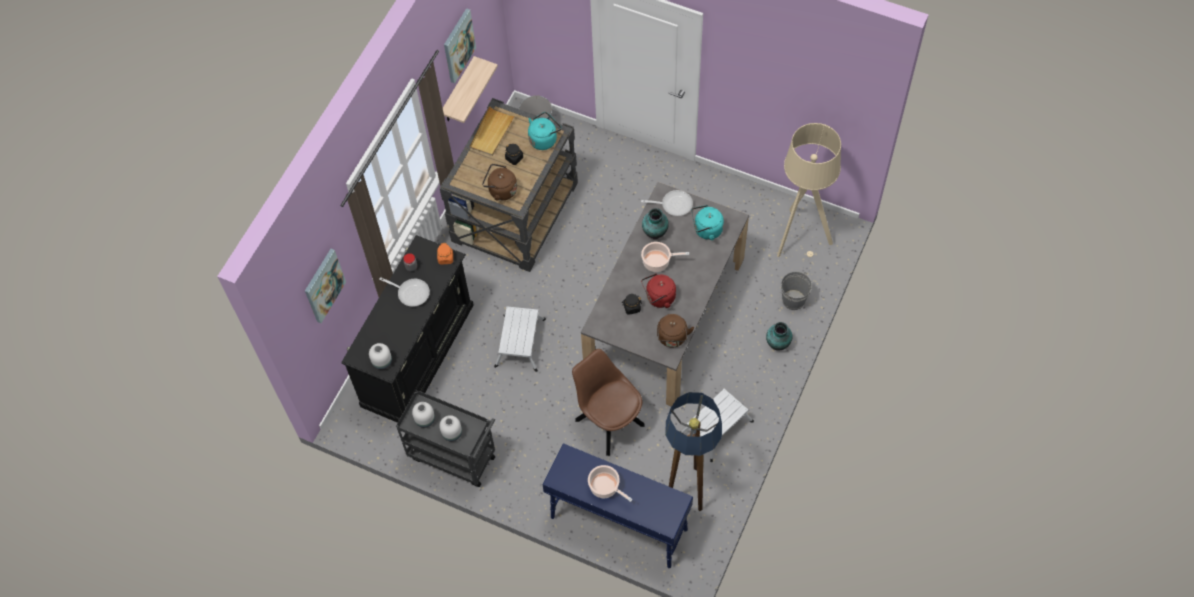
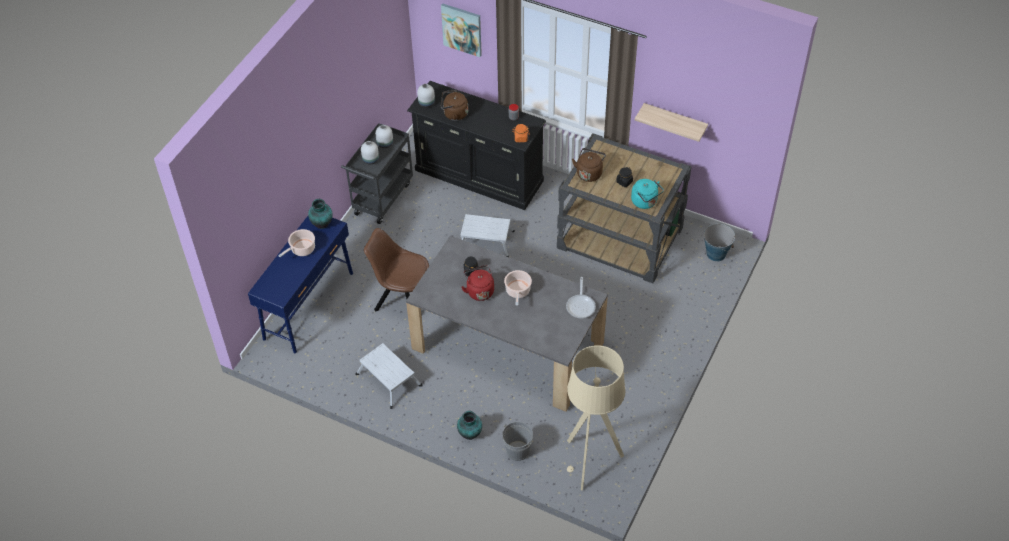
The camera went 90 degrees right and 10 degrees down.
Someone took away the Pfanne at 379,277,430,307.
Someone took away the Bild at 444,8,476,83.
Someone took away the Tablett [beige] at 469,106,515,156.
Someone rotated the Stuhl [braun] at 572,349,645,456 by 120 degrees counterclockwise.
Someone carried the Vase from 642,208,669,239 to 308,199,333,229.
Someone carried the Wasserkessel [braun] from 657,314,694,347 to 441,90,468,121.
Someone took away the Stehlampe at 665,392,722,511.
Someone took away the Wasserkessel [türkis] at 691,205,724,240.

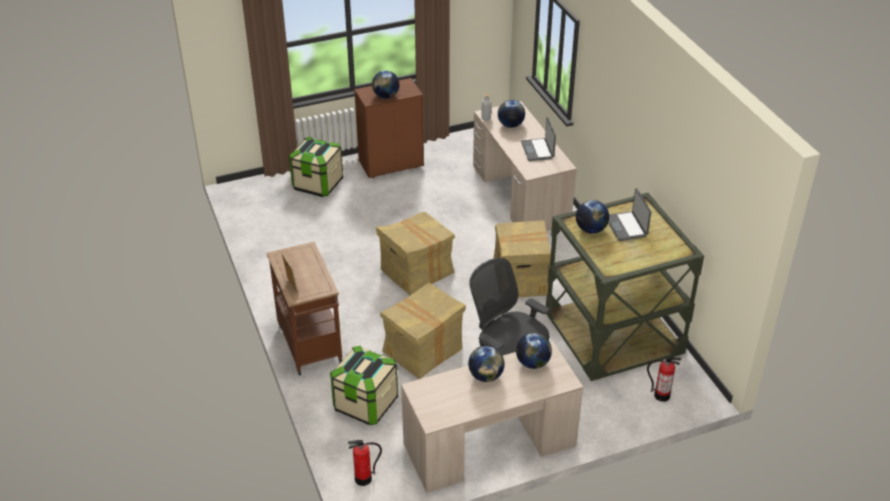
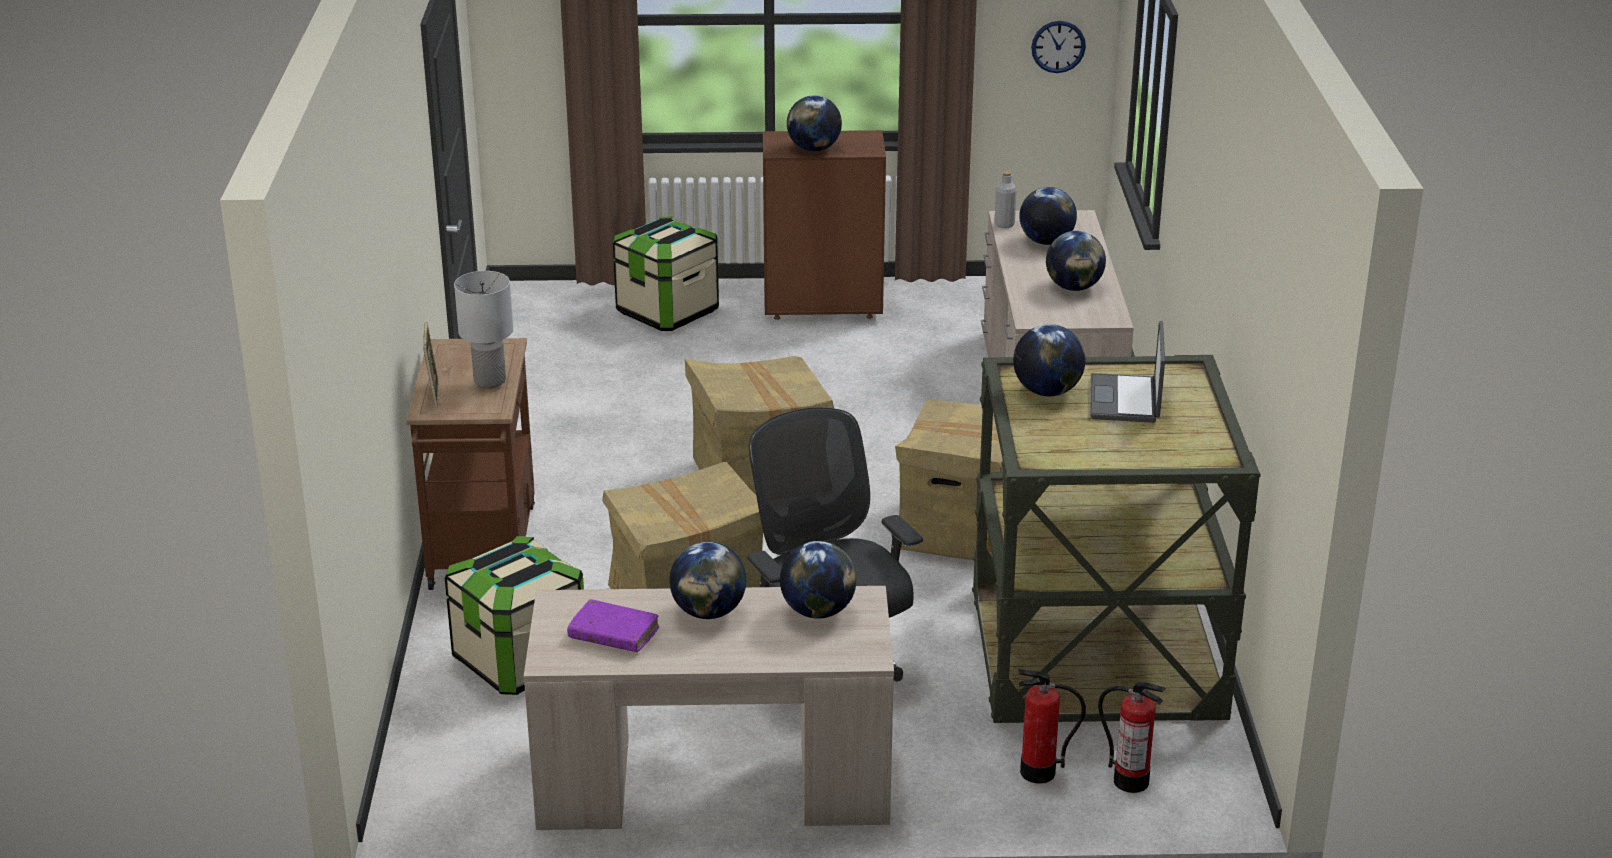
The camera went 20 degrees right and 10 degrees down.
Someone carried the Feuerlöscher from 348,440,382,486 to 1018,669,1086,784.
Someone swapped the Laptop at 521,117,556,161 for the Globus at 1046,231,1106,291.
Someone put down the Tischlampe [grau] at 454,271,513,389.
Someone put down the Buch [lila] at 567,599,659,652.
Someone put up the Wanduhr at 1031,21,1086,73.

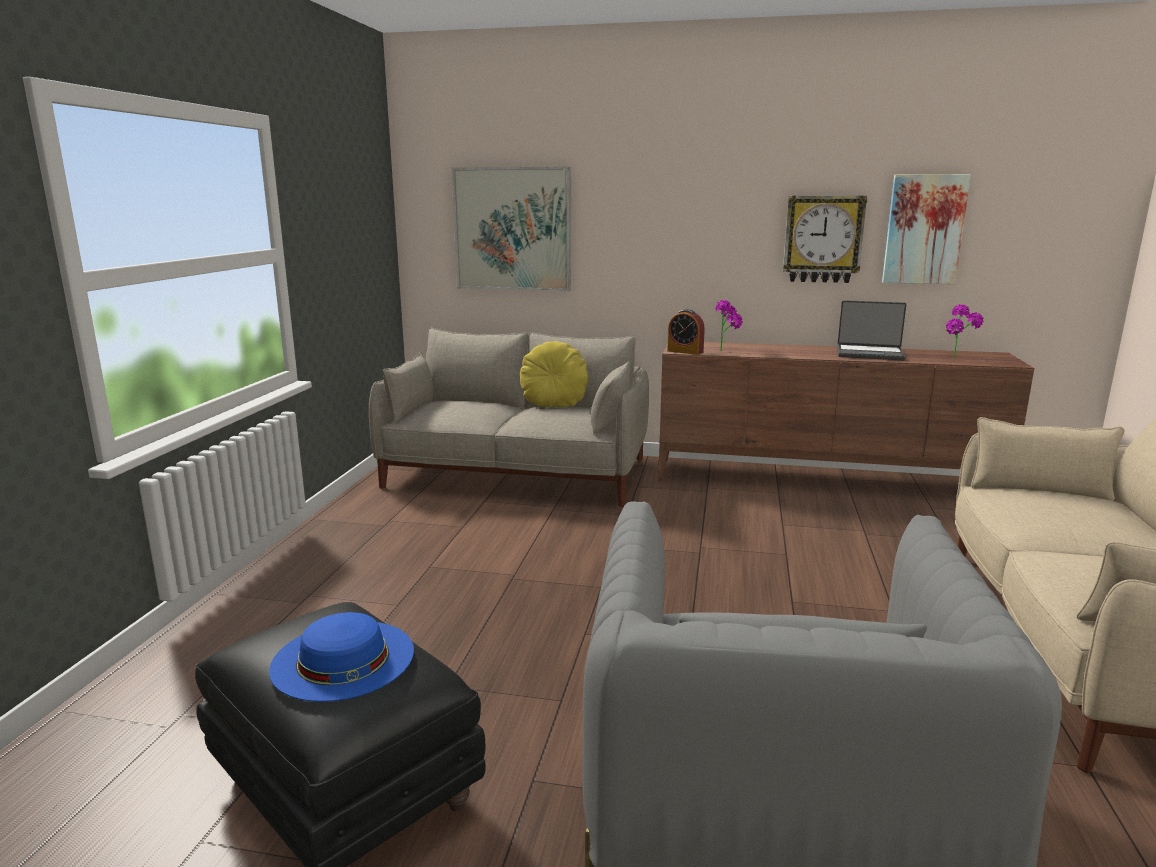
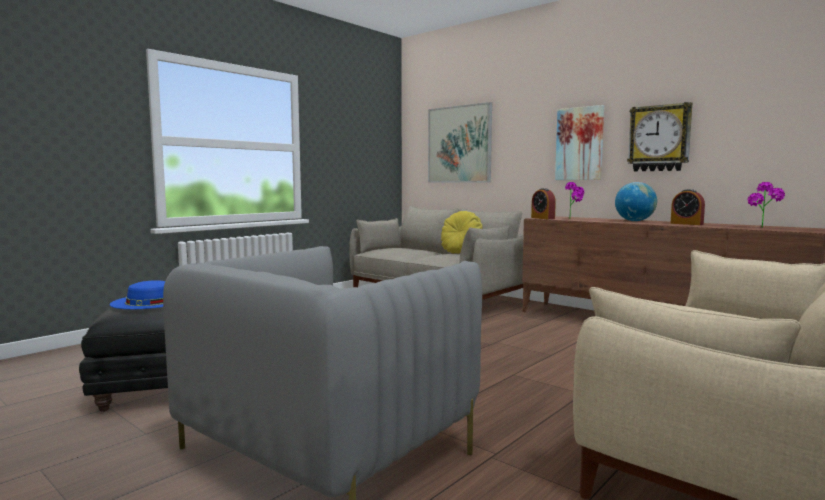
The camera went 30 degrees right and 10 degrees down.
Someone swapped the Laptop at 837,300,906,360 for the Wecker at 670,189,705,225.
Someone carried the Bild from 882,174,971,284 to 555,105,604,180.
Someone put down the Globus at 615,182,657,221.

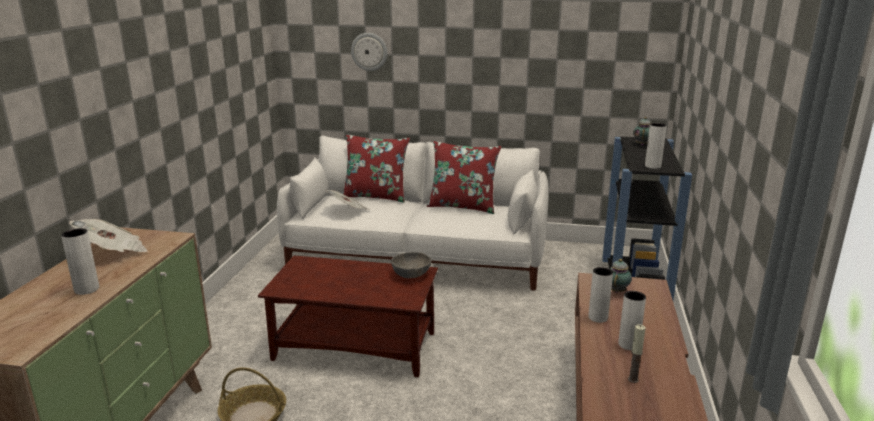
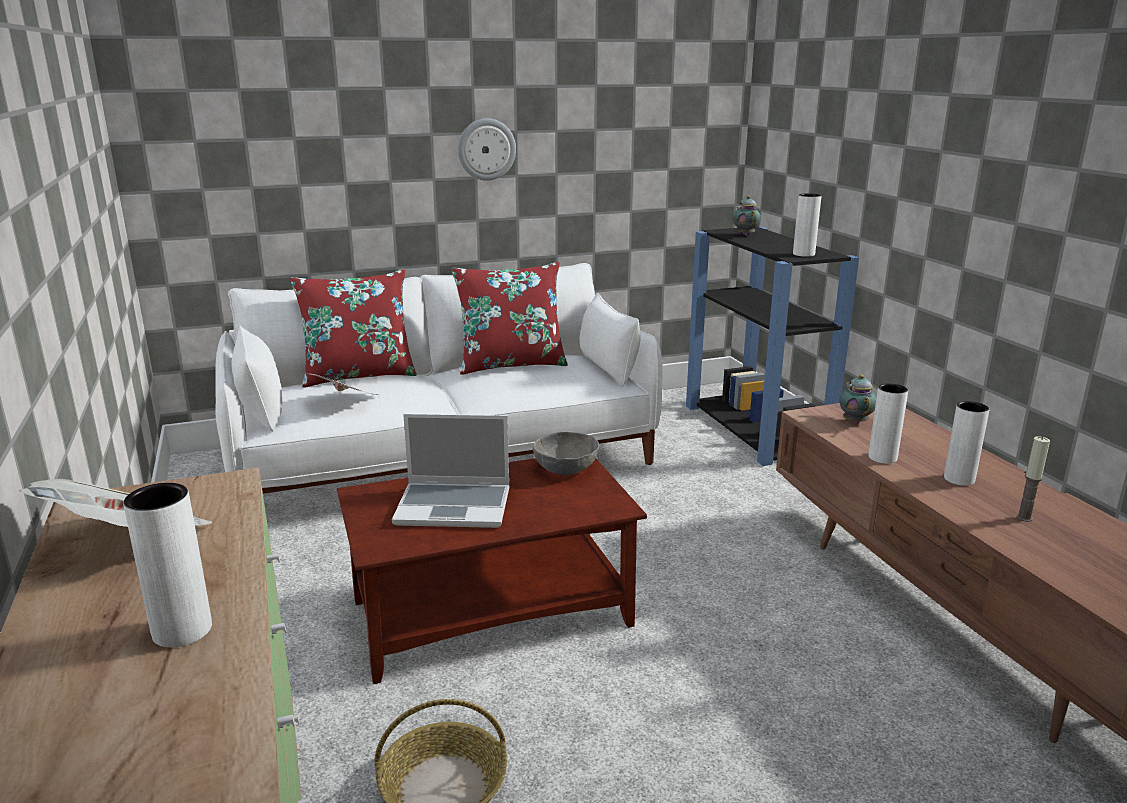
The camera went 30 degrees left and 0 degrees up.
Someone carried the Wanduhr from 351,33,388,71 to 458,118,516,181.
Someone put down the Laptop at 392,414,510,528.

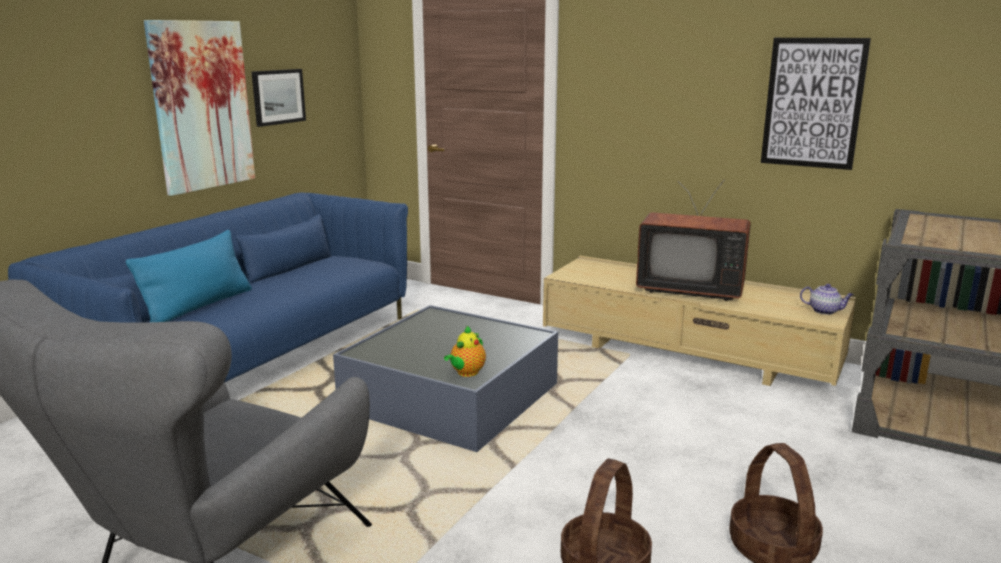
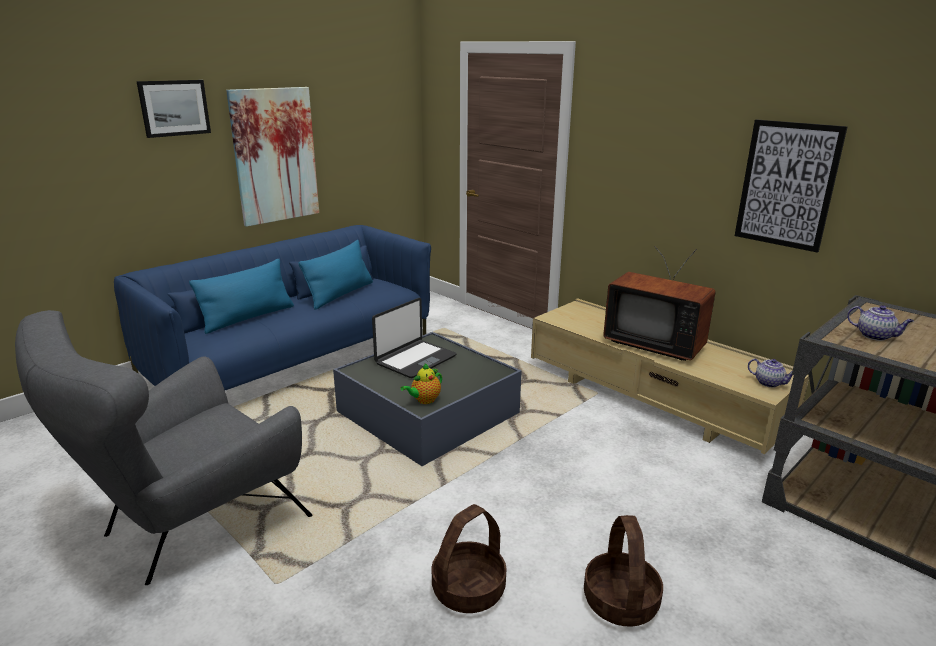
The camera went 15 degrees right and 5 degrees up.
Someone carried the Bild from 252,69,306,127 to 137,80,211,138.
Someone put down the Kissen [blau] at 298,240,373,310.
Someone put down the Laptop at 372,298,457,378.
Someone put down the Teekanne at 847,305,914,341.

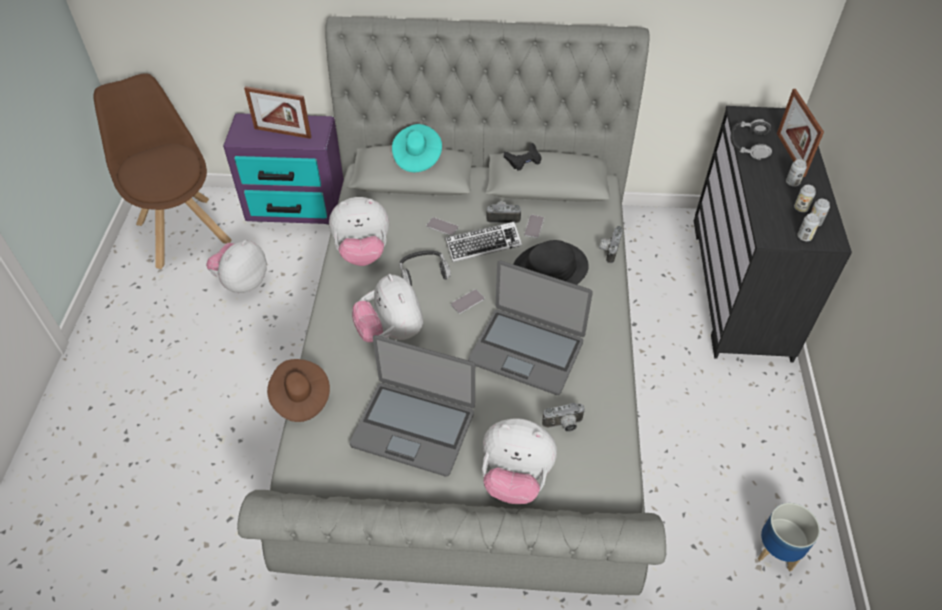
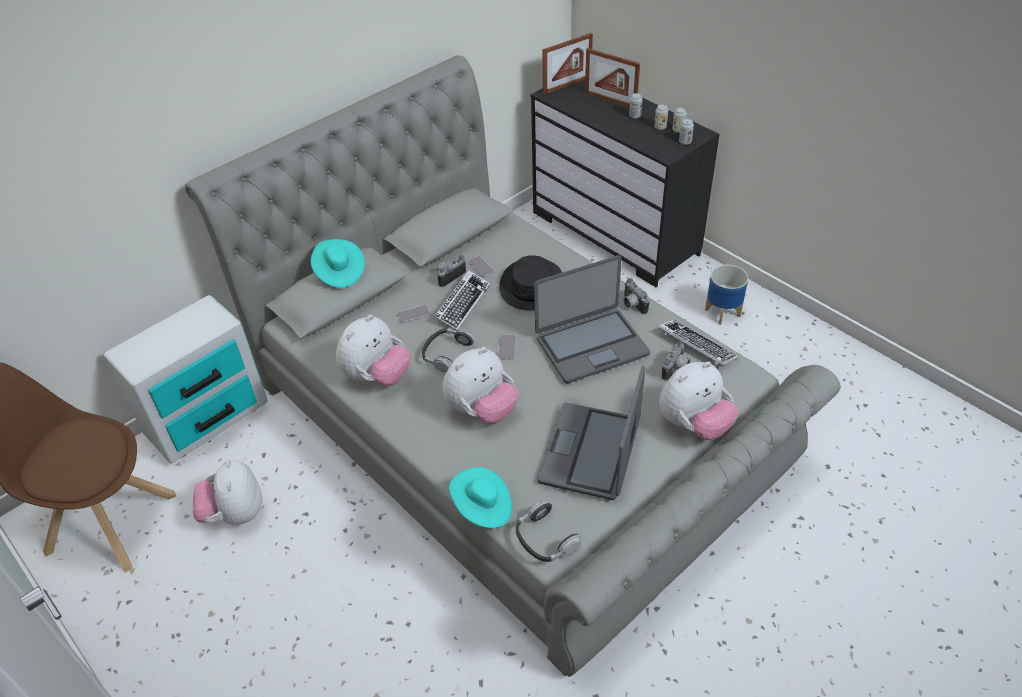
The camera went 45 degrees left and 5 degrees down.
Someone repainted the Nachttisch [lila] at 223,113,344,225, which became the Nachttisch [weiß] at 103,295,268,463.
Someone carried the Bilderrahmen from 244,86,311,139 to 543,33,593,94.
Someone repainted the Hut [braun] at 267,359,330,422, which became the Hut [türkis] at 449,467,512,528.
Someone rotated the Laptop at 350,335,475,477 by 135 degrees clockwise.
Someone rotated the Plüschtier at 352,274,423,342 by 60 degrees counterclockwise.
Someone took away the Gamepad [schwarz] at 504,143,542,170.
Someone carried the Kamera from 599,226,623,263 to 624,278,650,314.
Someone carried the Kopfhörer from 731,119,772,160 to 516,501,581,562.
Someone carried the Pflanzkübel from 758,503,820,571 to 705,265,748,325.
Someone put down the Tastatur at 658,320,738,365.

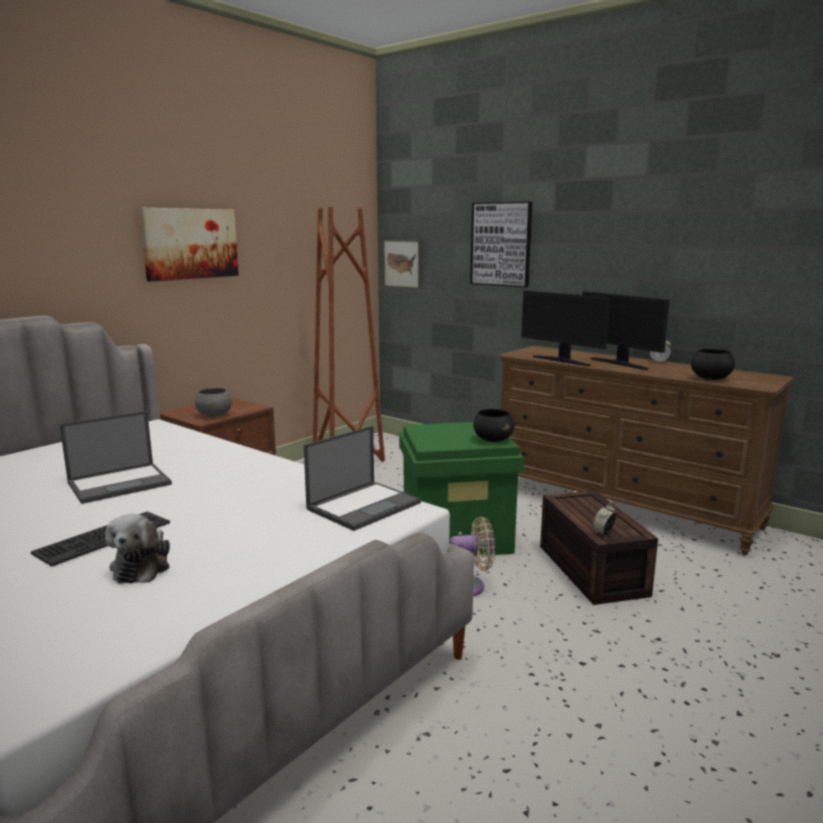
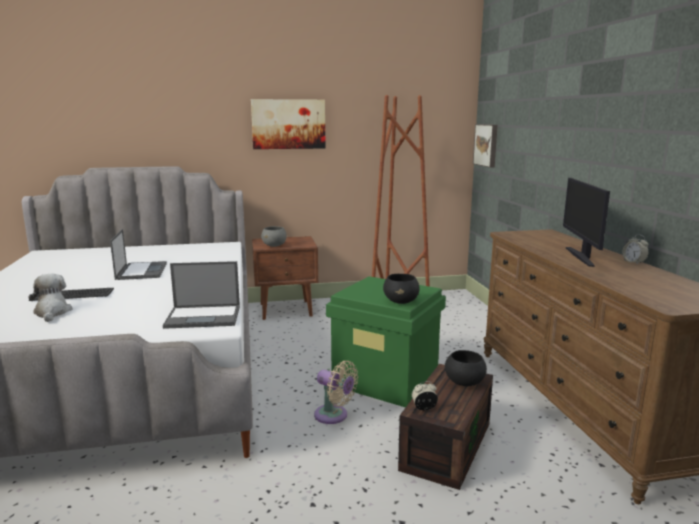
The camera went 40 degrees right and 0 degrees up.
Someone rotated the Laptop at 59,411,172,504 by 105 degrees counterclockwise.
Someone rotated the Plüschtier at 105,514,170,584 by 120 degrees clockwise.
Someone took away the Bild at 470,201,532,287.
Someone took away the Monitor at 521,290,610,366.
Someone carried the Schüssel [schwarz] from 691,349,735,380 to 445,350,487,386.

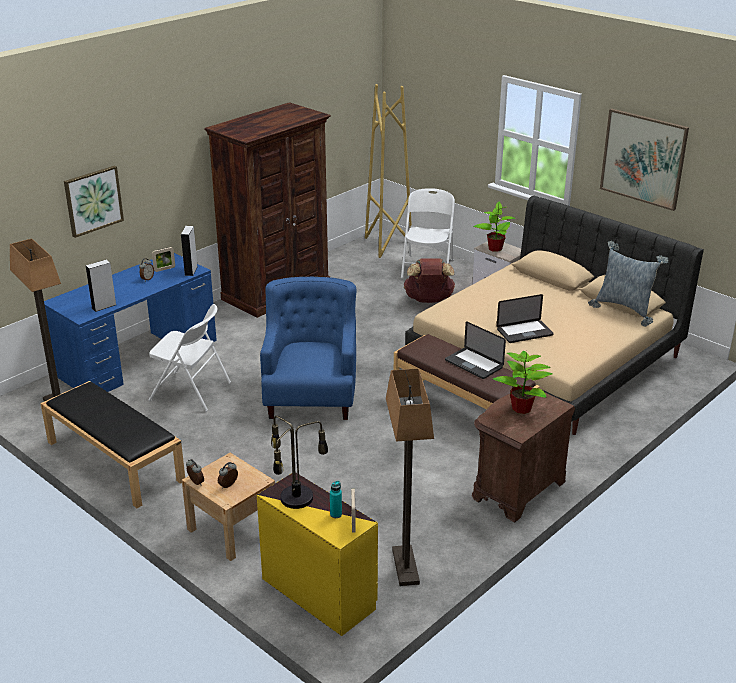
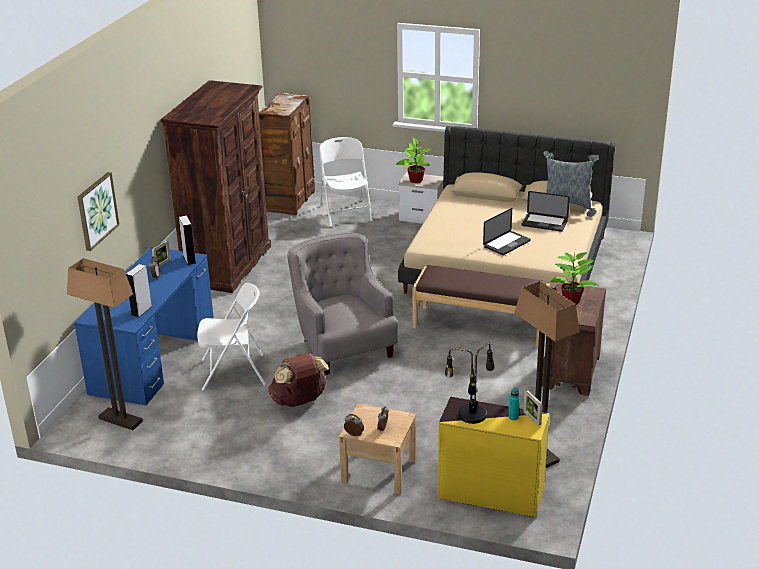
The camera went 25 degrees left and 0 degrees up.
Someone took away the Bank [schwarz] at 40,381,185,508.
Someone repainted the Sessel [blau] at 260,277,356,420, which became the Sessel [grau] at 287,233,398,375.
Someone swapped the Kleiderständer [gelb] at 365,84,412,258 for the Schrank [braun] at 259,93,315,215.
Someone carried the Rucksack [braun] from 404,258,455,303 to 268,353,329,407.
Someone carried the Laptop from 445,321,506,379 to 522,191,570,232.
Someone took away the Bild at 600,108,689,211.

